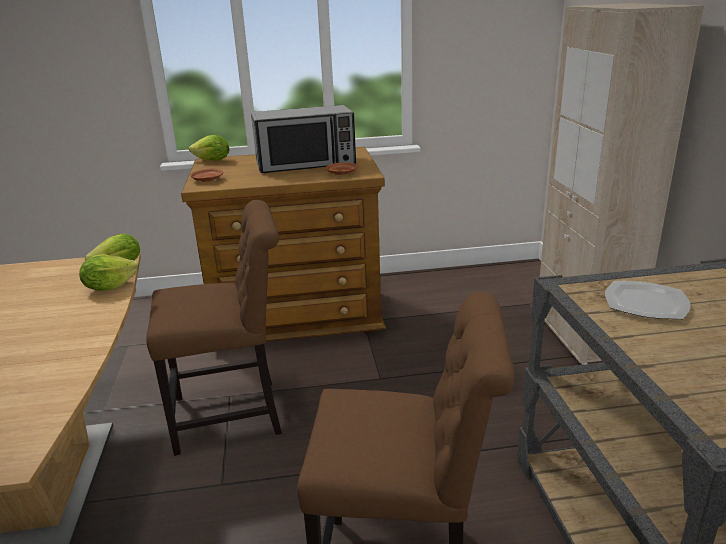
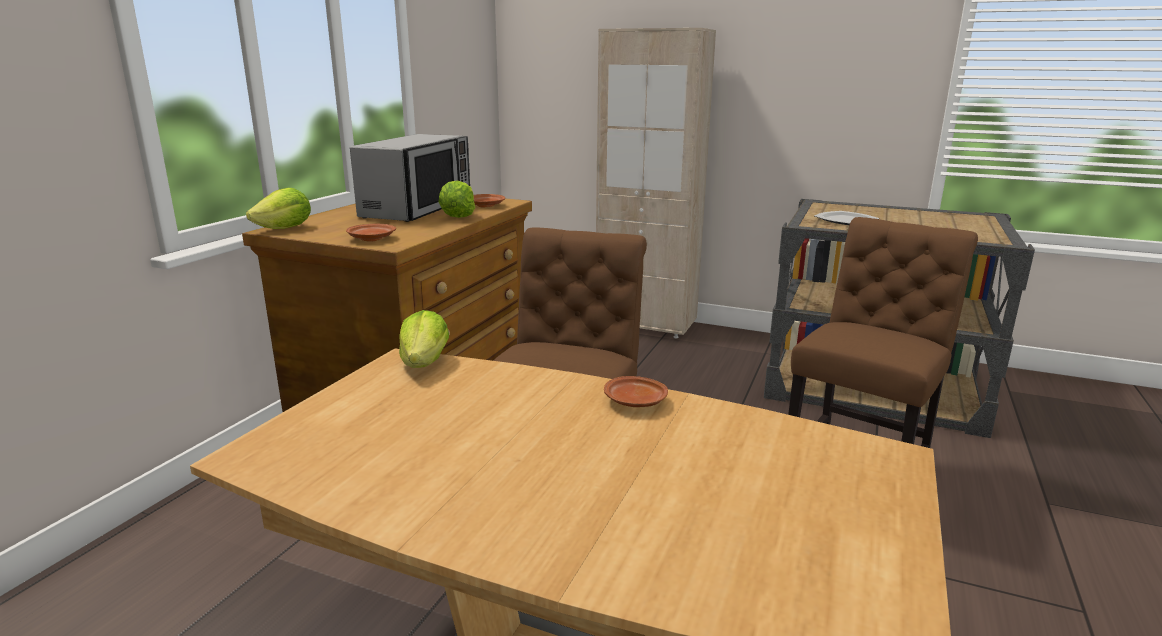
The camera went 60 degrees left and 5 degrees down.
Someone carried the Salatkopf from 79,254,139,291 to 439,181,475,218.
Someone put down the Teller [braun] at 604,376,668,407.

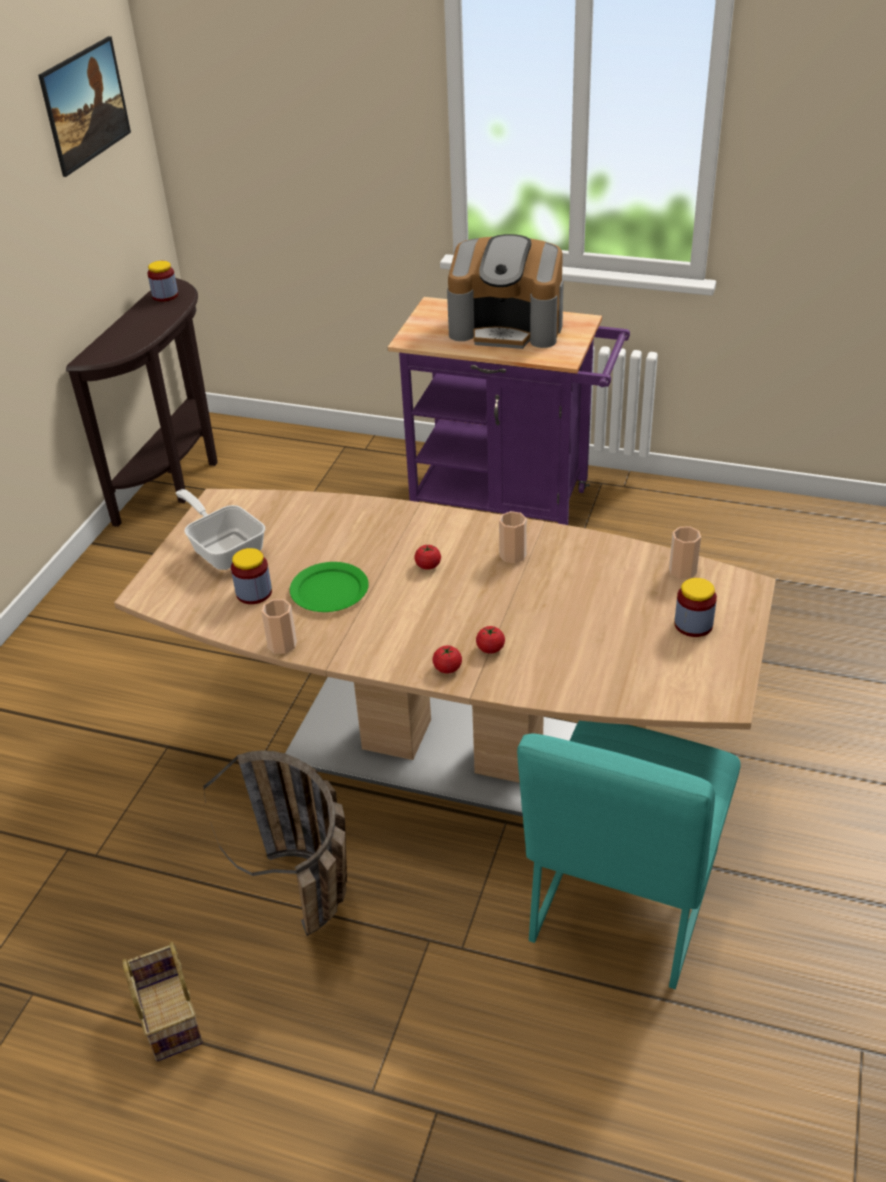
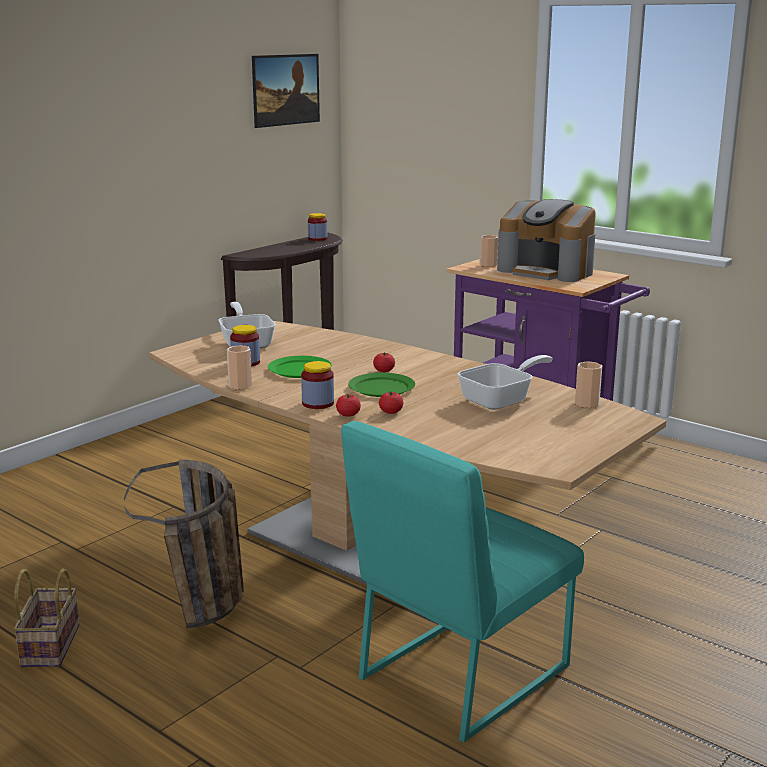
The camera went 20 degrees right and 20 degrees down.
Someone carried the Tasse from 499,511,527,563 to 480,235,498,267.
Someone carried the Vorratsglas from 674,578,717,637 to 301,361,334,409.
Someone put down the Teller [grün] at 348,373,415,397.
Someone put down the Pfanne at 457,355,553,410.

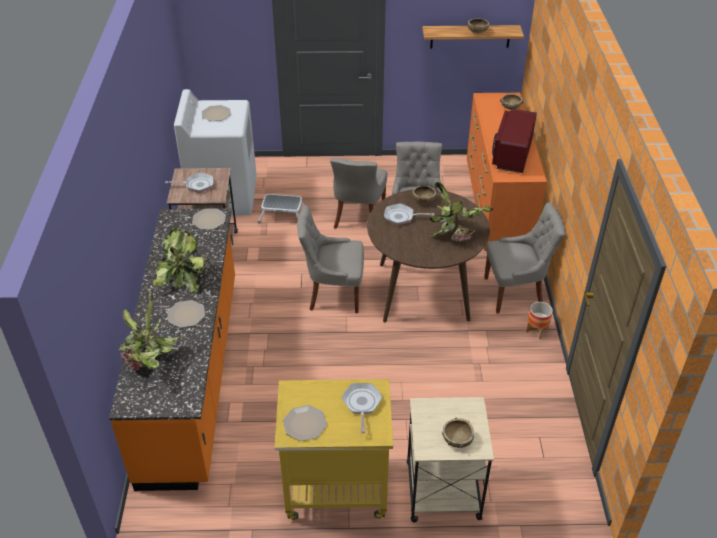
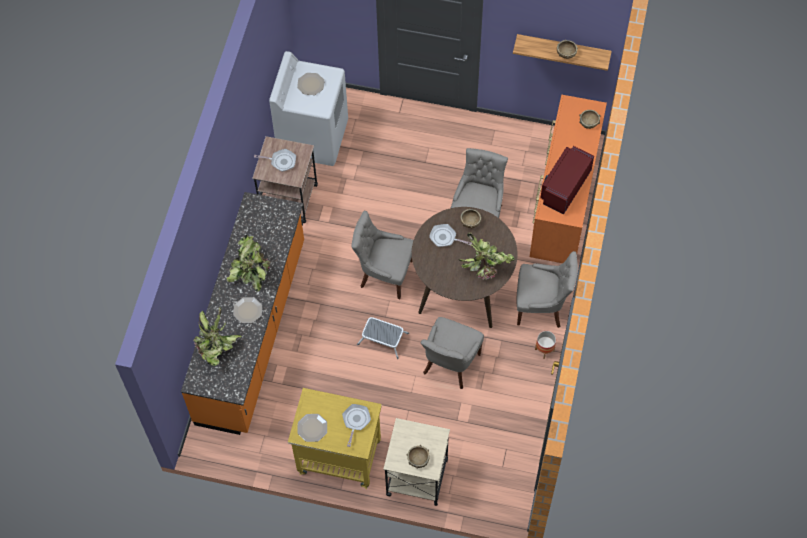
The camera went 15 degrees right and 20 degrees up.
Someone took away the Teller at 192,209,226,229.
Someone carried the Trittleiter [grau] from 258,194,305,223 to 357,317,409,359.
Someone carried the Stuhl [grau] from 330,158,387,229 to 420,317,484,389.

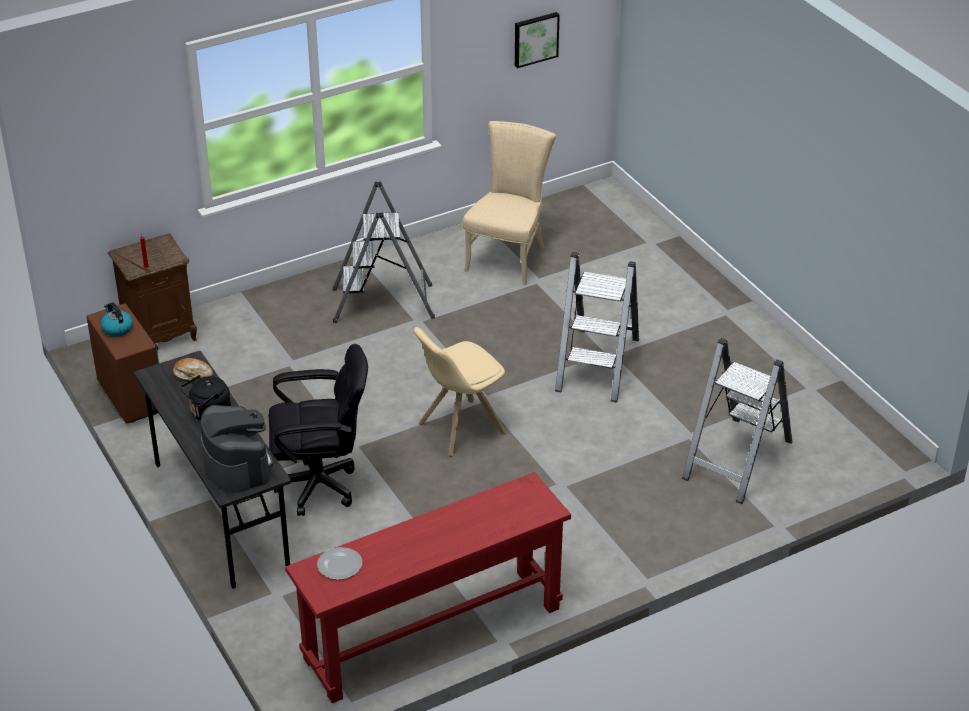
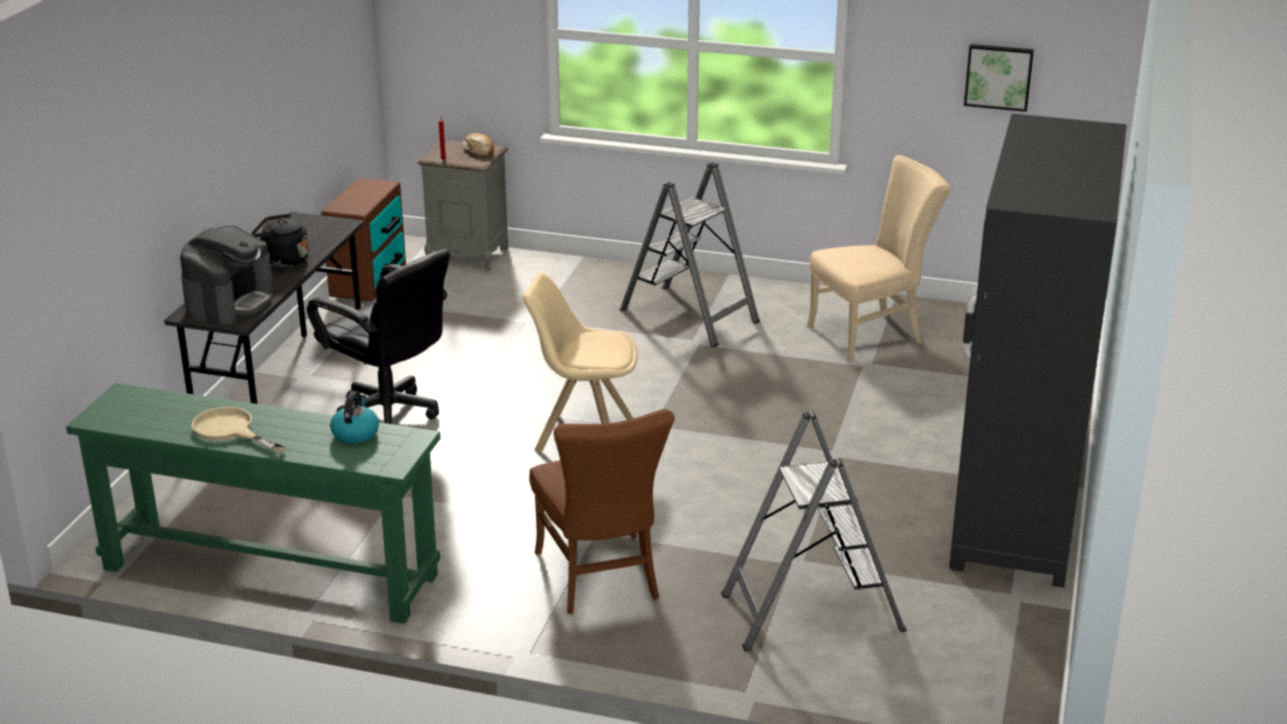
The camera went 45 degrees right and 10 degrees down.
Someone carried the Wasserkessel from 101,302,133,337 to 330,391,379,444.
Someone repainted the Nachttisch [braun] at 108,233,197,343, which became the Nachttisch [grau] at 417,140,508,272.
Someone carried the Brot from 173,358,213,380 to 463,133,494,156.
Someone repainted the Konsolentisch [rot] at 285,472,571,703, which became the Konsolentisch [grün] at 66,383,441,624.
Someone took away the Teller at 317,547,362,580.
Someone took away the Trittleiter [grau] at 555,252,639,403.
Someone put down the Pfanne [beige] at 192,407,286,454.
Someone put down the Stuhl [braun] at 529,409,675,614.
Someone put down the Schrank [schwarz] at 949,114,1127,588.

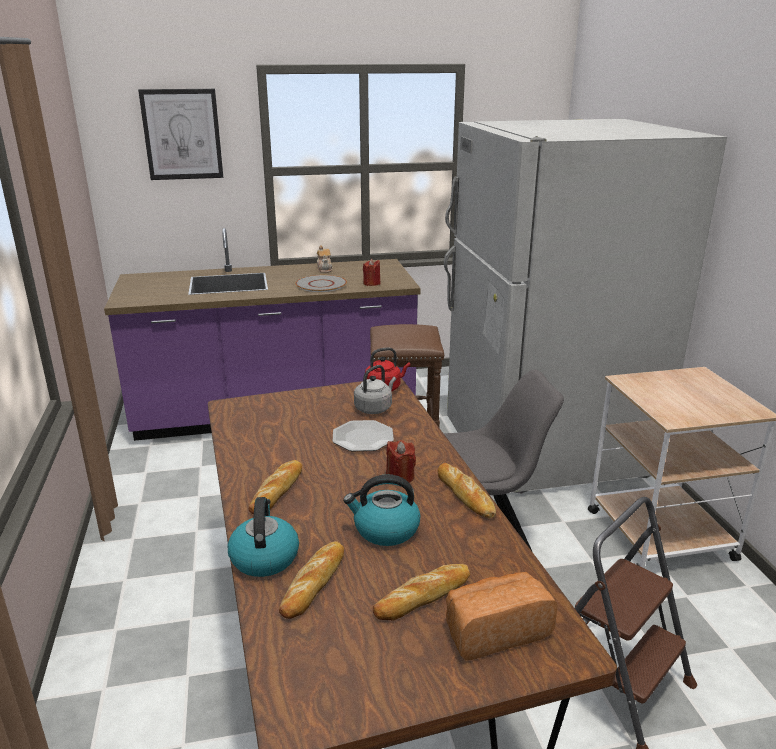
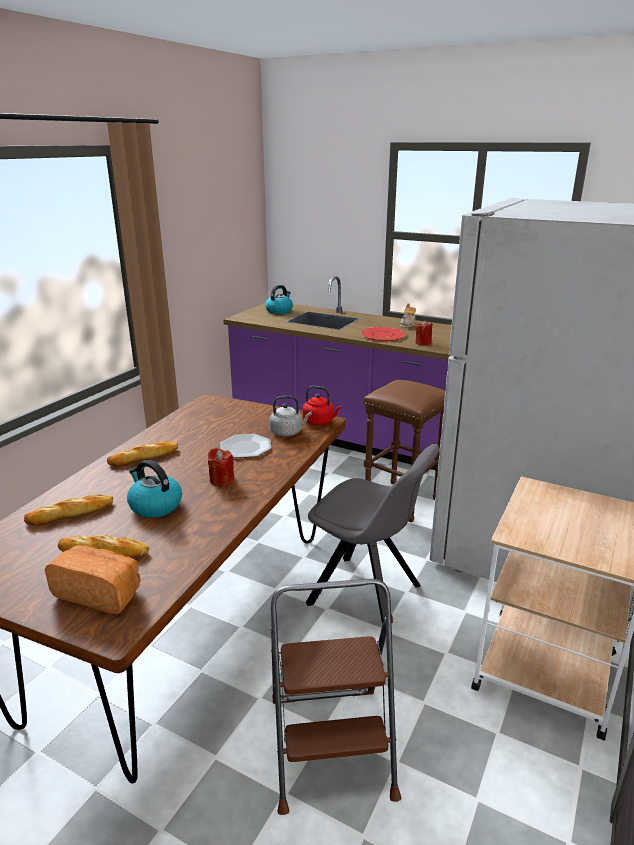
The camera went 40 degrees right and 0 degrees up.
Someone took away the Bild at 138,89,223,180.
Someone carried the Wasserkessel from 228,497,299,577 to 265,285,293,314.
Someone repainted the Teller [grau] at 295,275,347,292, which became the Teller [rot] at 361,327,406,342.
Someone took away the Brot at 438,463,496,518.

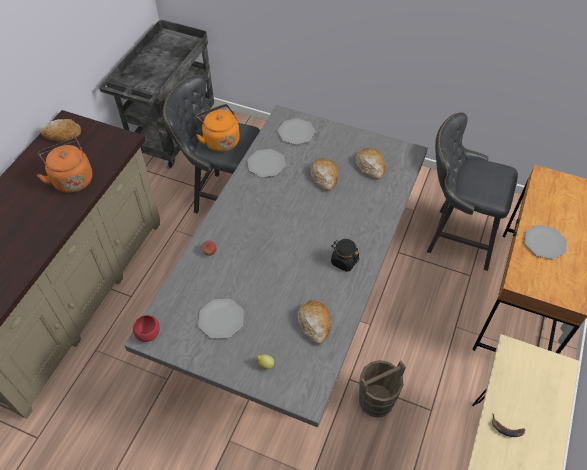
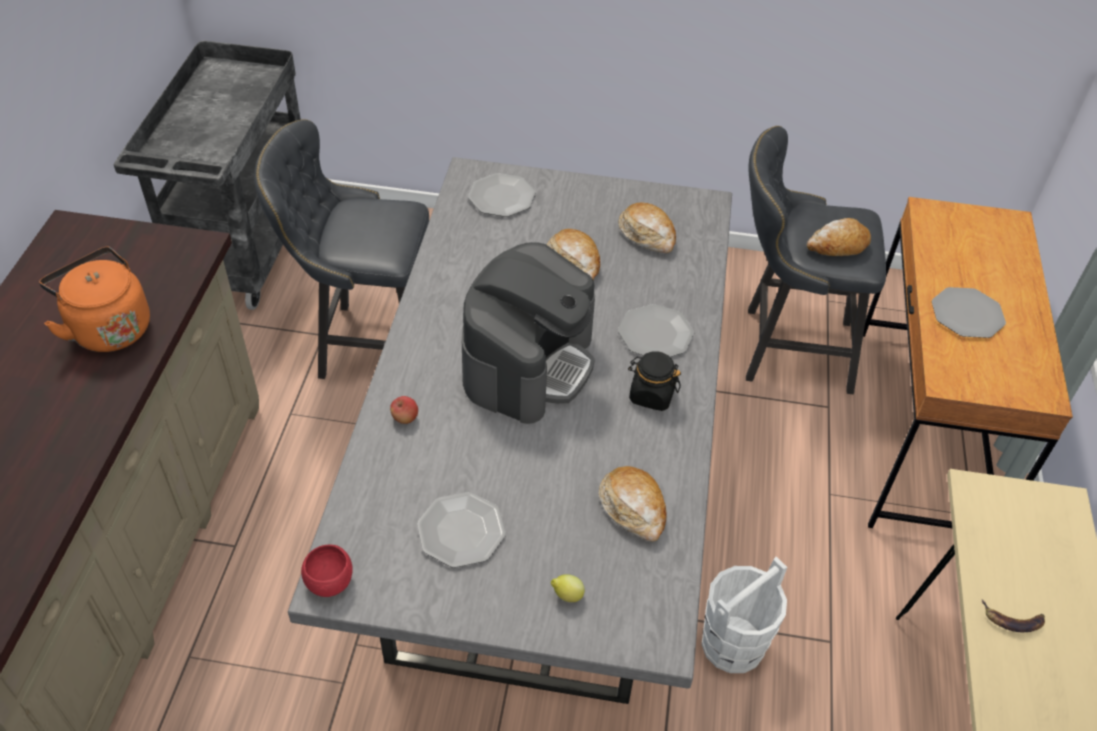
The camera went 15 degrees left and 5 degrees down.
Someone carried the Brot from 40,119,81,141 to 807,218,871,256.
Someone took away the Wasserkessel [orange] at 196,104,240,152.
Someone carried the Teller from 247,149,286,177 to 618,304,694,357.
Someone repainted the Eimer [braun] at 359,360,406,418, which became the Eimer [weiß] at 702,557,787,673.
Someone put down the Kaffeemaschine at 462,242,595,424.

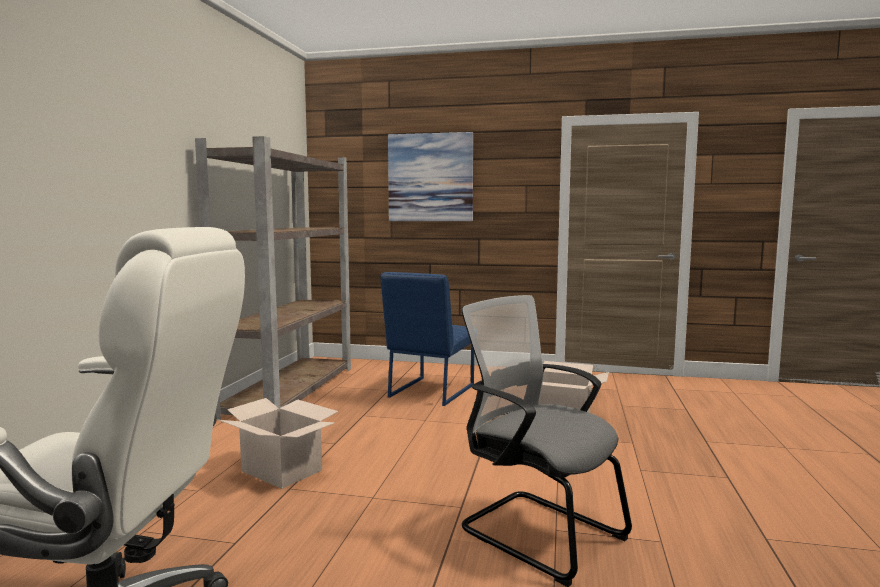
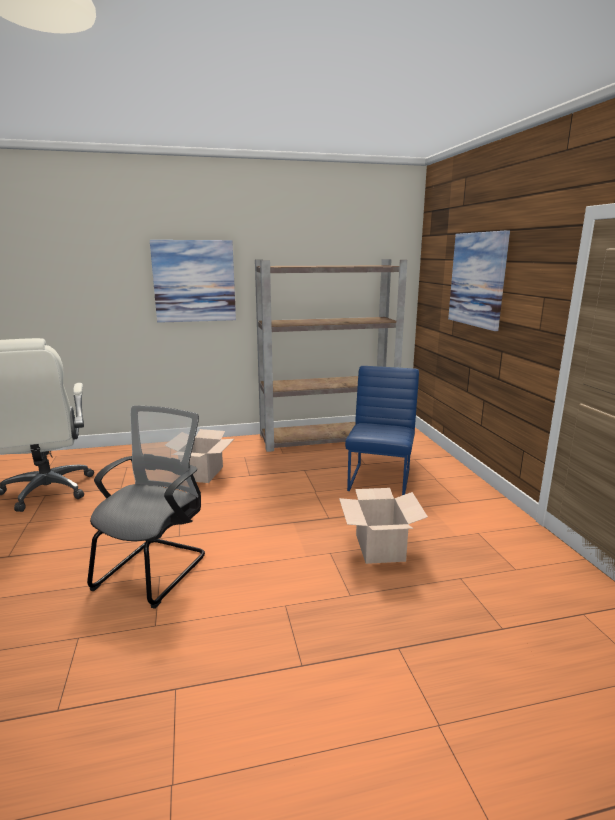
The camera went 65 degrees right and 10 degrees up.
Someone rotated the Stuhl [blau] at 380,272,474,406 by 105 degrees clockwise.
Someone put up the Bild at 150,240,236,323.

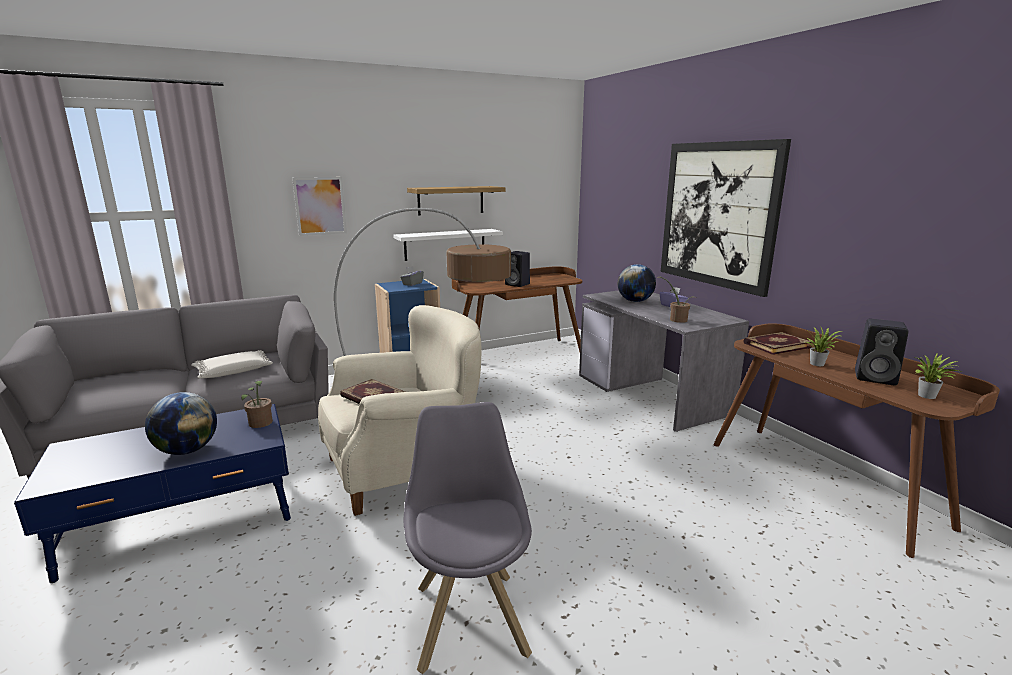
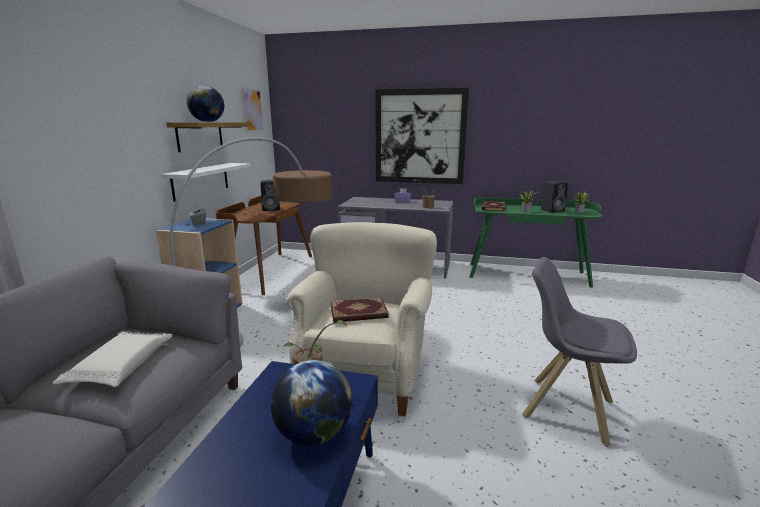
The camera went 50 degrees left and 0 degrees up.
Someone carried the Bild from 292,177,347,236 to 241,87,264,133.
Someone carried the Globus from 618,264,656,302 to 187,85,224,122.
Someone repainted the Schreibtisch [braun] at 713,323,1000,558, which became the Schreibtisch [grün] at 470,197,602,288.

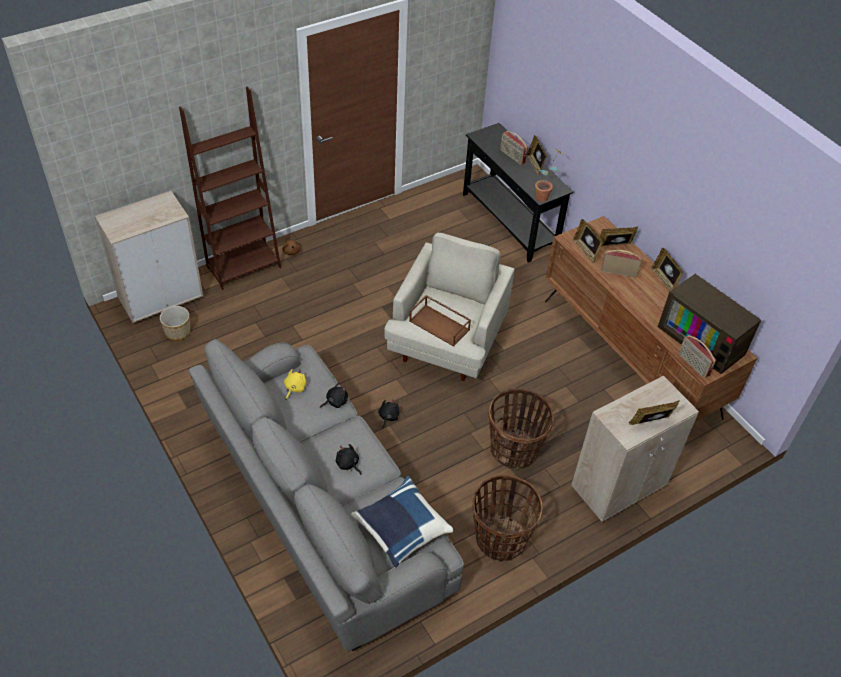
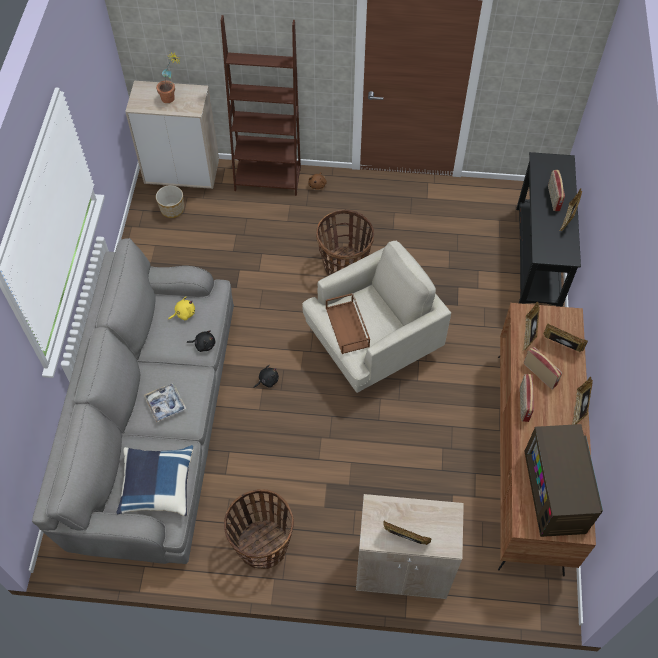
The camera went 40 degrees right and 10 degrees up.
Someone swapped the Plüschtier [schwarz] at 336,444,361,475 for the Tablett at 144,383,186,423.
Someone carried the Korb from 488,388,554,470 to 316,210,374,276.
Someone carried the Topfpflanze from 535,149,562,202 to 156,51,181,103.
Someone carried the Radio from 679,335,716,378 to 520,374,534,422.

